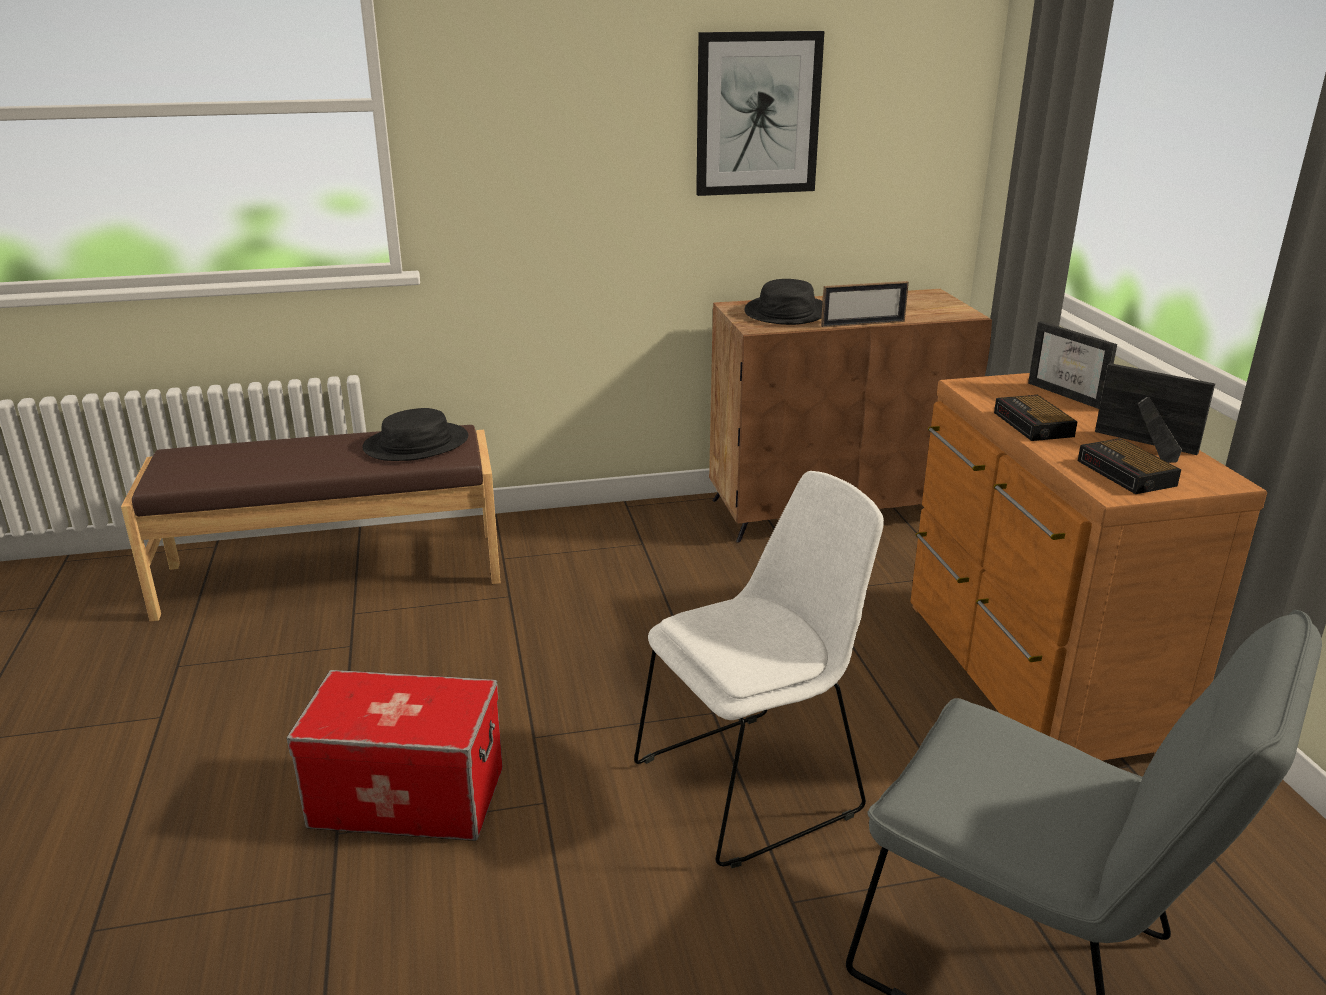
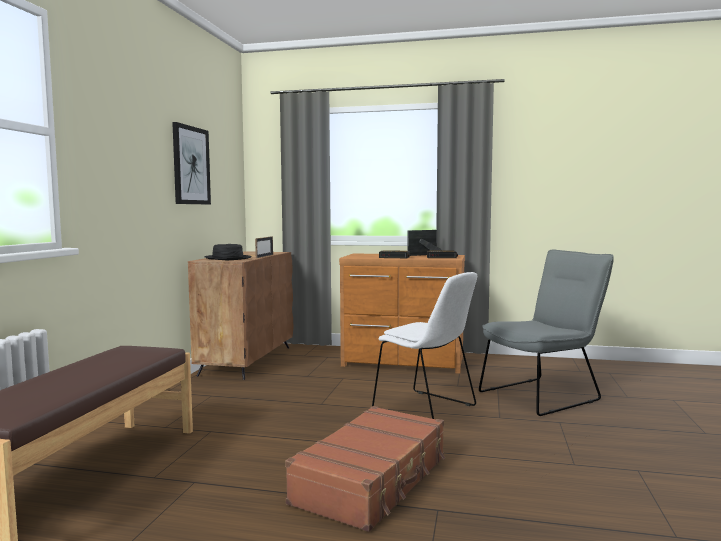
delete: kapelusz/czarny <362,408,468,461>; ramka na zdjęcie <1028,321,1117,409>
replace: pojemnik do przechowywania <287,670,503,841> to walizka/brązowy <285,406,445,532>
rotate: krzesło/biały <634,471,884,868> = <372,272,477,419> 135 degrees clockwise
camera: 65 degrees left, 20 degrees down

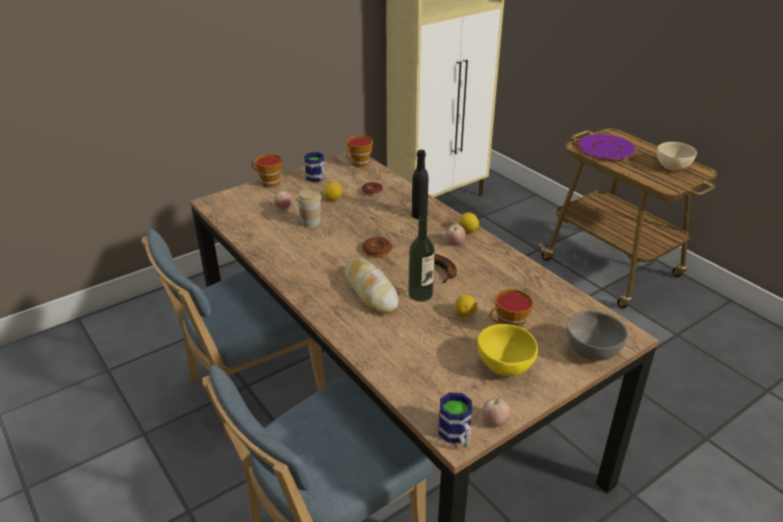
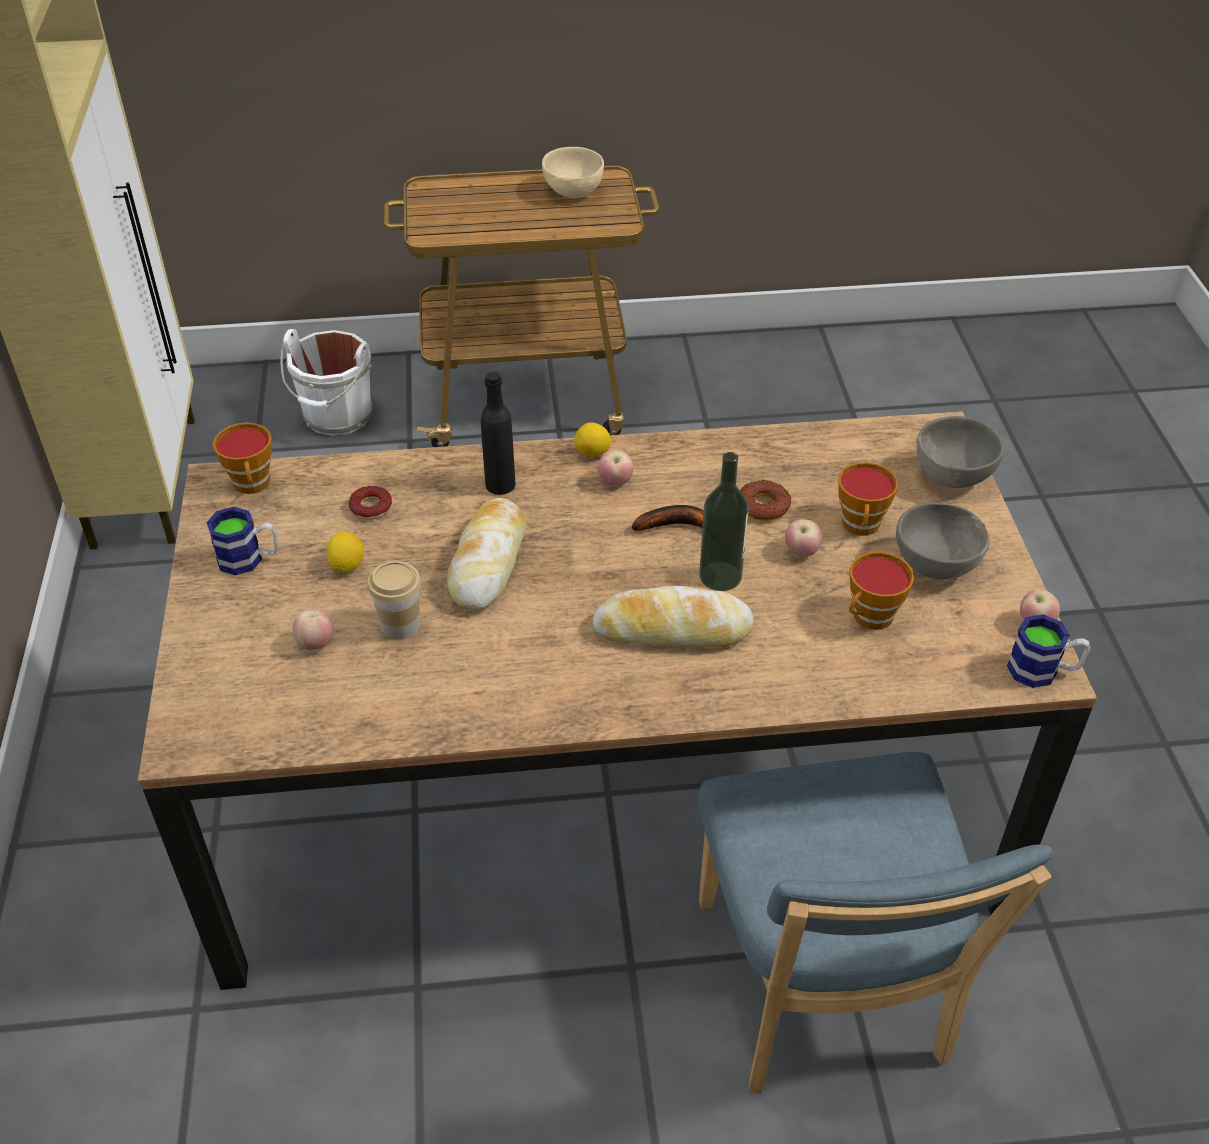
delete: krzesło/niebieski <142,229,326,438>; talerz/fioletowy <578,134,637,160>
insert: wiadro/biały <280,329,372,436>; chleb <447,498,526,610>
move: donut <362,237,392,257> to <740,480,791,521>; filiżanka <252,154,283,188> to <849,551,914,630>
replace: cytryna <454,295,477,317> to jabłko <785,519,822,557>
recolor: miska/żółty <477,324,538,376> to miska/szary <896,502,990,579>
camera: 60 degrees left, 10 degrees up

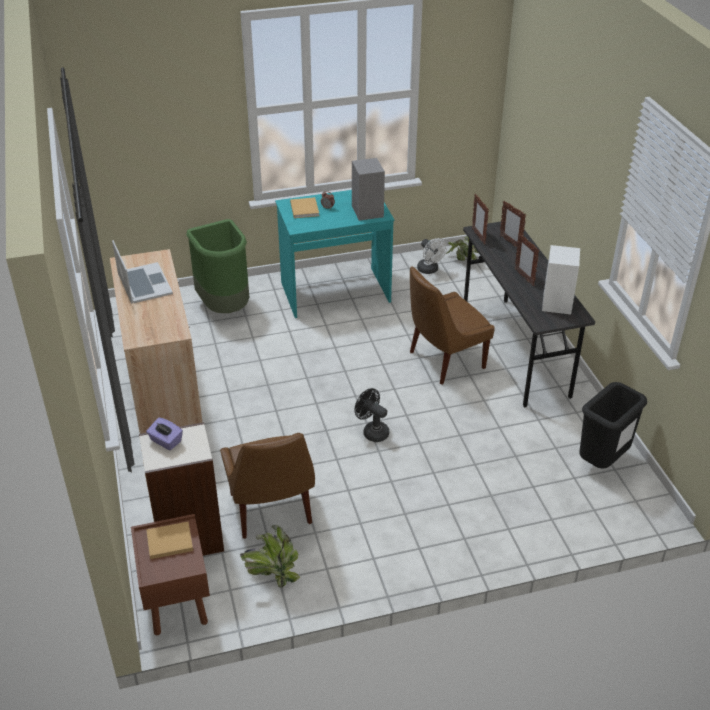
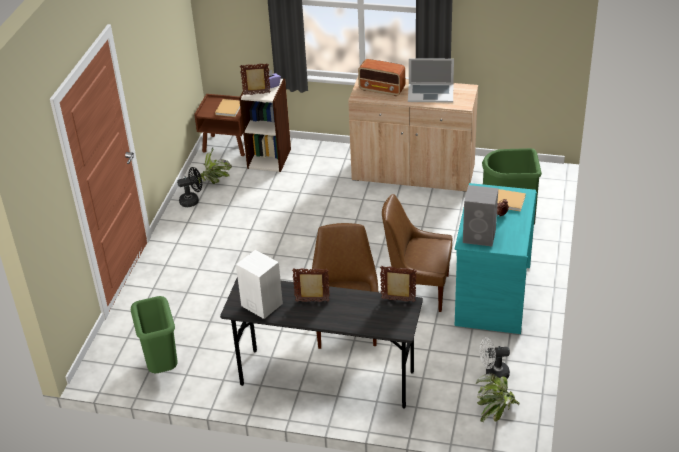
insert: radio <358,59,405,96>
move: wentylator/czarny <354,388,389,442> to <177,167,202,207>; ramka na zdjęcie <500,201,526,247> to <240,63,271,95>; krzesło/brązowy <220,433,315,539> to <382,194,452,312>
recolor: kosz na śmieci/czarny <579,382,647,469> to kosz na śmieci/zielony <131,296,178,373>
camera: 120 degrees right, 0 degrees up

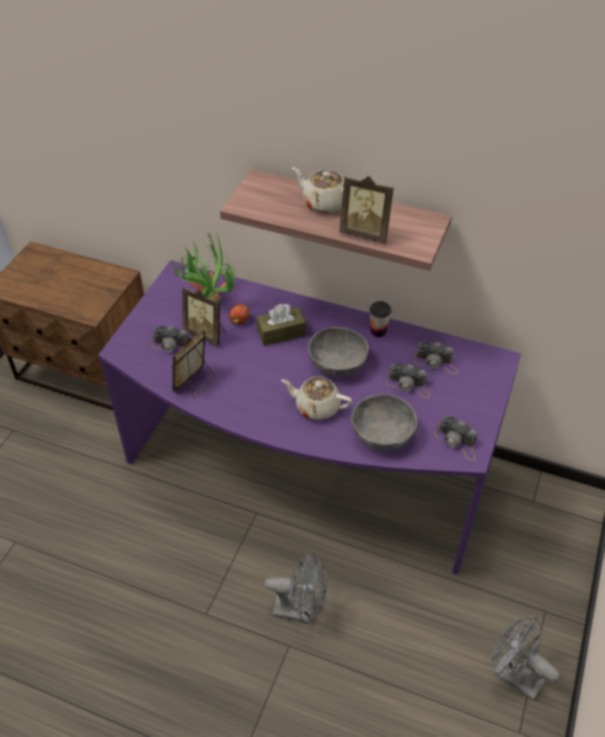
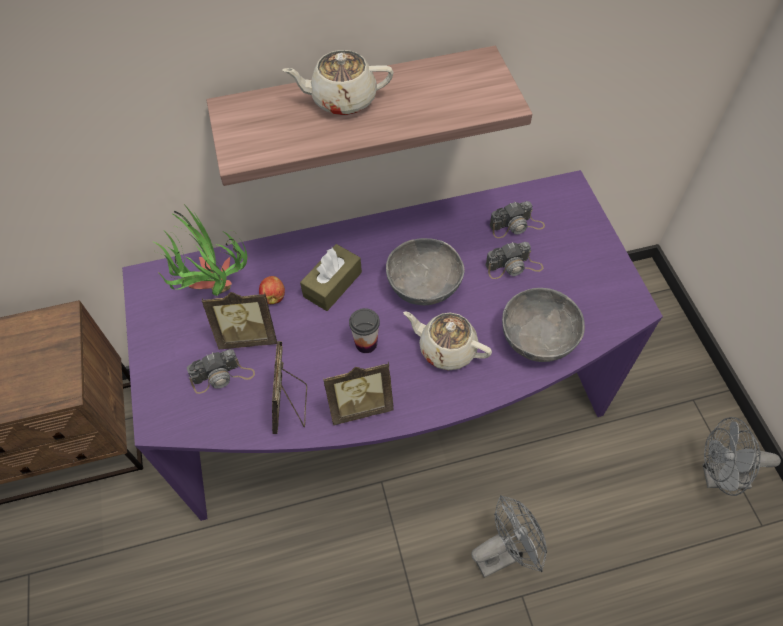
delete: aparat fotograficzny <434,415,478,460>
move: ramka na zdjęcie <339,176,394,243> to <323,362,394,425>; filiżanka <370,301,391,337> to <349,308,380,353>
rotate: imbryk/beżowy <281,376,352,420> = <403,311,492,371> 45 degrees clockwise
camera: 35 degrees left, 10 degrees up

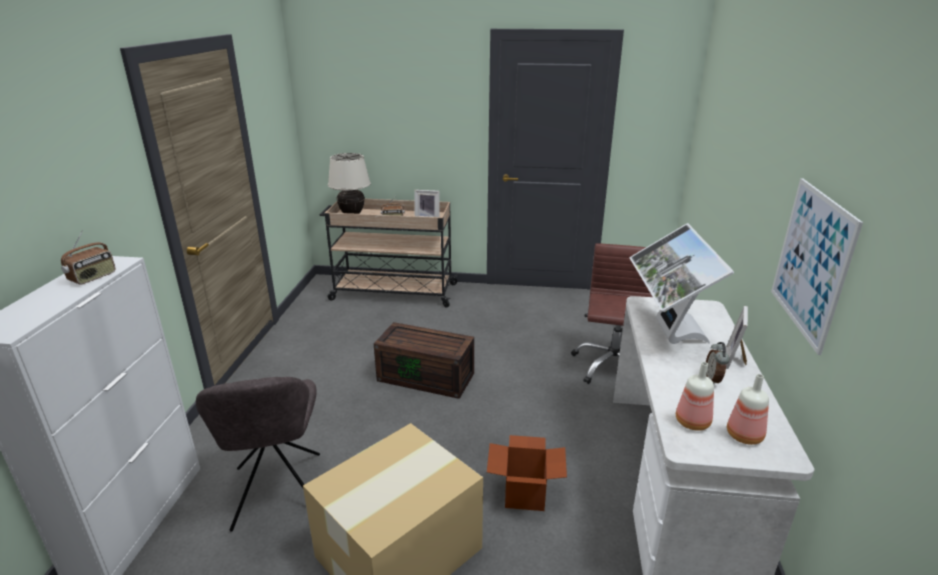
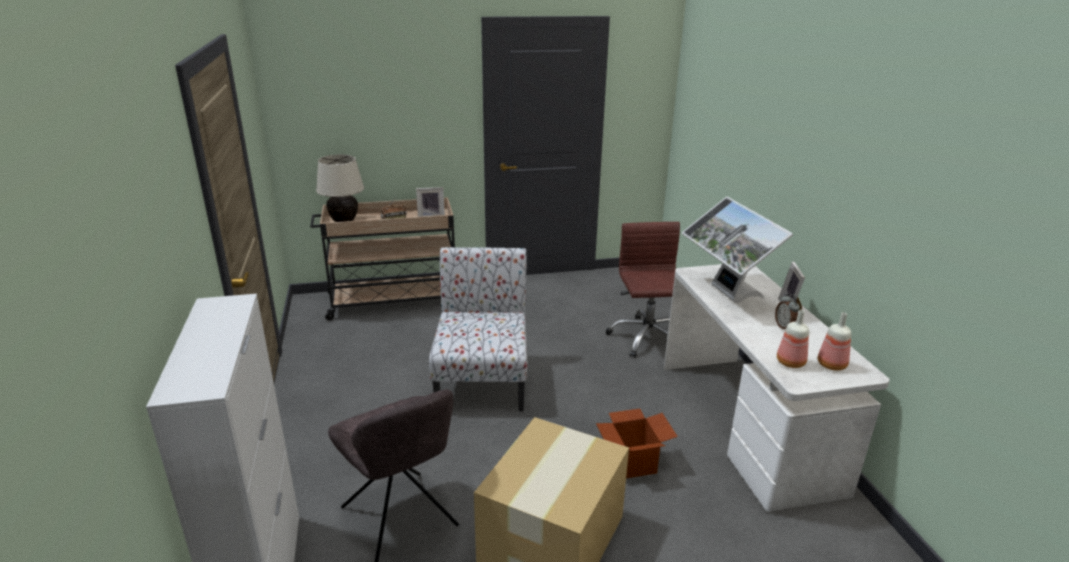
delete: radio <61,230,116,285>; obraz <771,178,863,355>
replace: pojemnik do przechowywania/brązowy <374,322,474,399> to krzesło <429,247,528,412>
camera: 20 degrees left, 0 degrees up

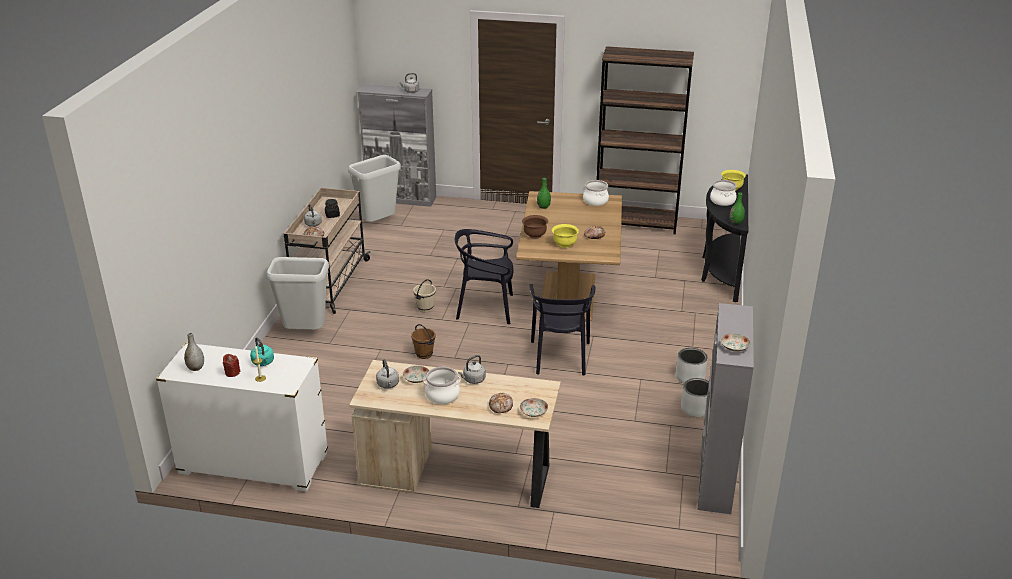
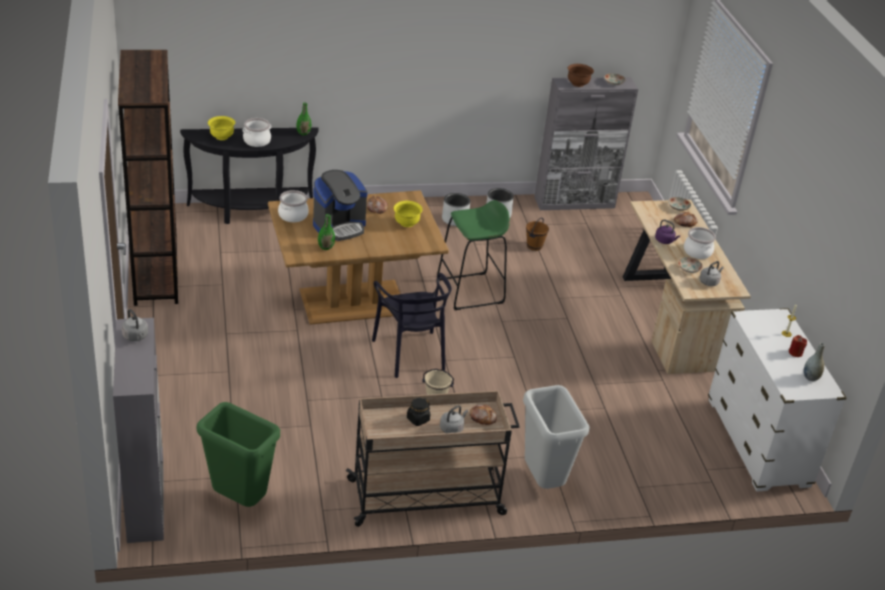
delete: czajnik/turkusowy <250,337,274,366>
insert: ekspres do kawy <313,170,368,241>
move: wiadro/brązowy <411,324,435,359> to <526,217,549,251>; miska/brązowy <522,215,548,238> to <568,64,594,87>
replace: krzesło/czarny <529,284,595,376> to stołek/zielony <437,200,510,310>
recolor: kosz na śmieci/szary <348,155,401,222> to kosz na śmieci/zielony <197,402,280,507>; czajnik/szary <458,355,486,384> to czajnik/fioletowy <655,219,680,244>
camera: 115 degrees left, 5 degrees up

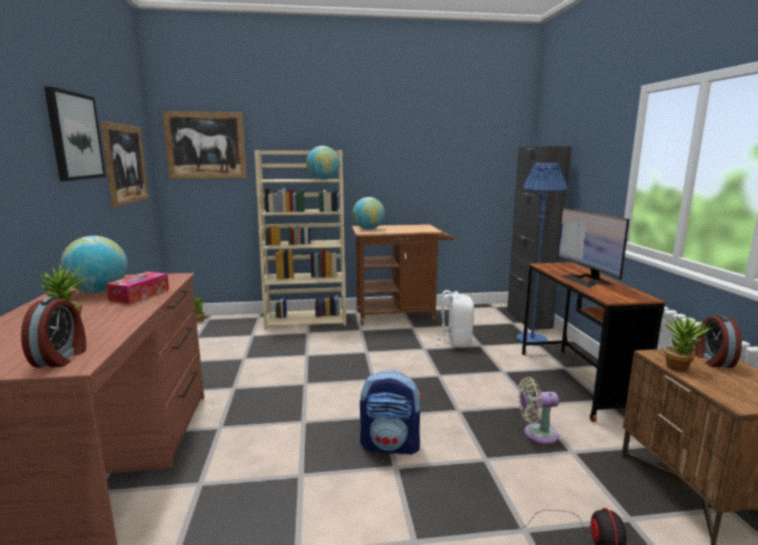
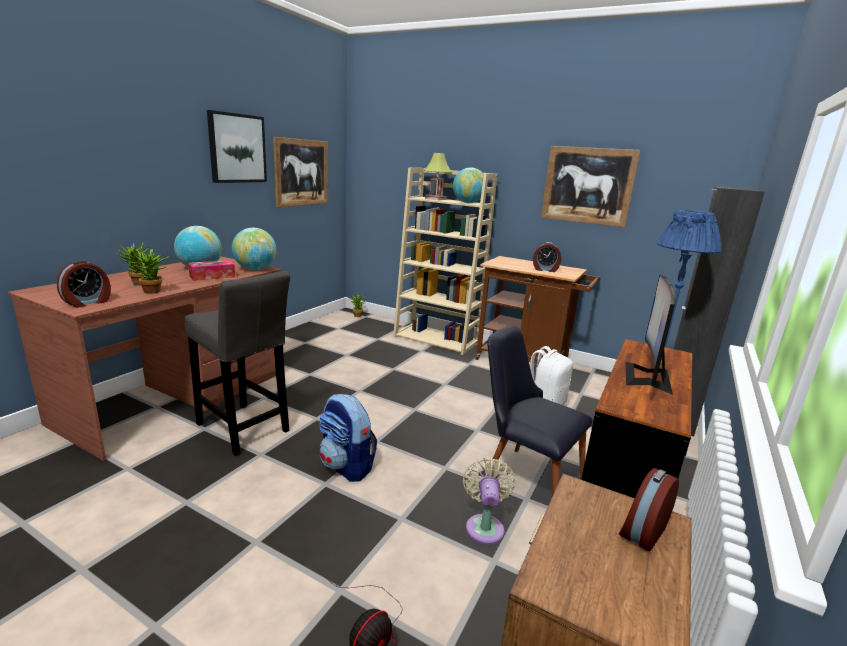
insert: stołek/szary <185,271,290,456>; lampa stołowa <424,153,452,200>; krzesło/czarny <487,325,593,496>; budzik <533,242,561,272>
move: roślina doniczkowa <663,315,711,371> to <132,249,170,294>; globus <353,197,385,229> to <232,228,276,270>; obraz <162,111,247,179> to <541,146,641,227>
rotate: wentylator/beżowy <518,377,559,444> = <463,458,516,545> 60 degrees clockwise
camera: 35 degrees right, 5 degrees up

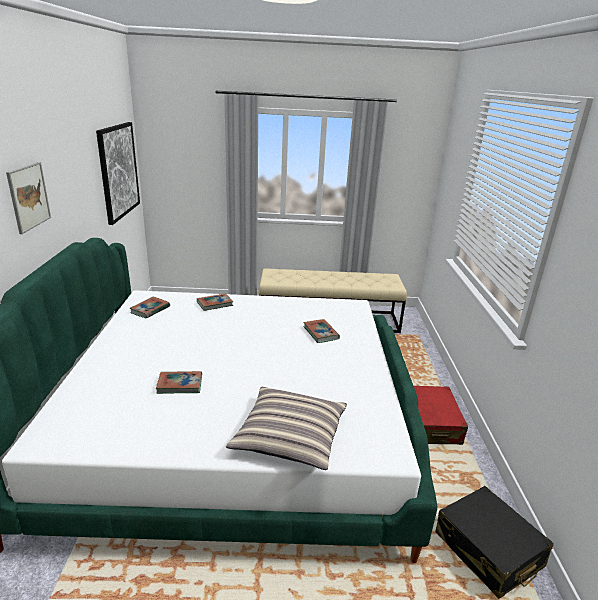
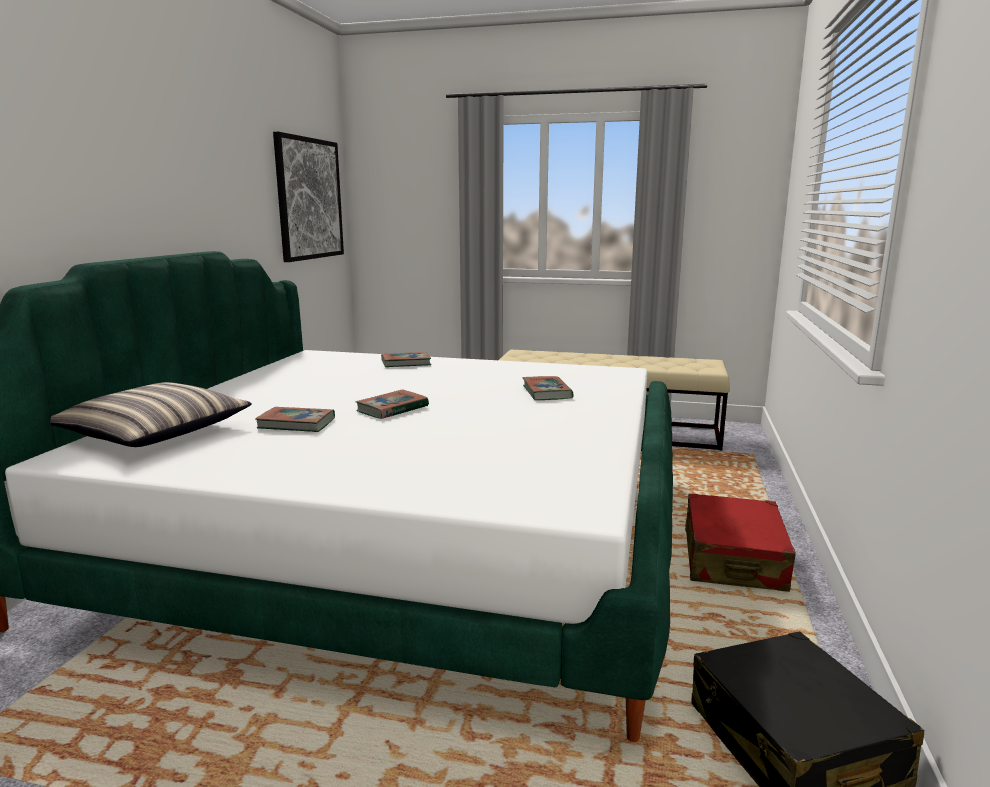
delete: obraz <6,162,51,234>
move: poduszka <226,387,347,470> to <50,382,251,447>; książka <130,297,170,318> to <355,389,429,419>
camera: 15 degrees right, 10 degrees down

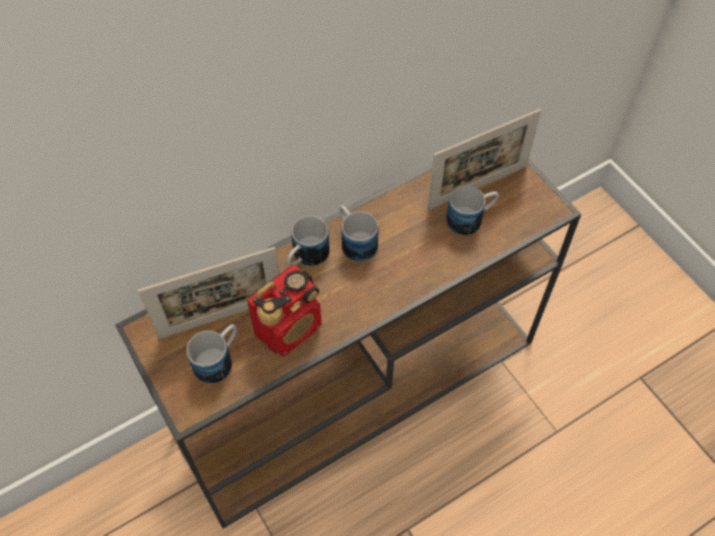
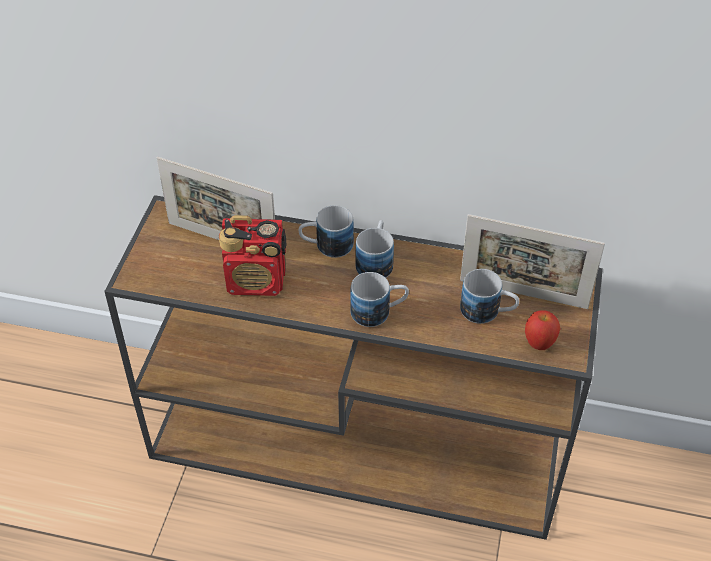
insert: jabłko <525,310,561,350>
move: kubek <187,324,237,383> to <350,272,409,327>
camera: 45 degrees right, 10 degrees down

